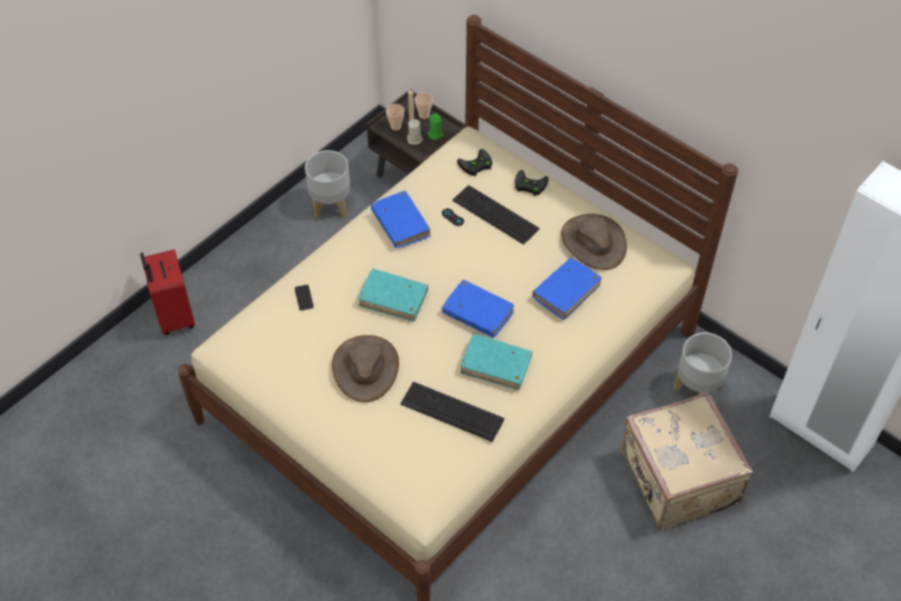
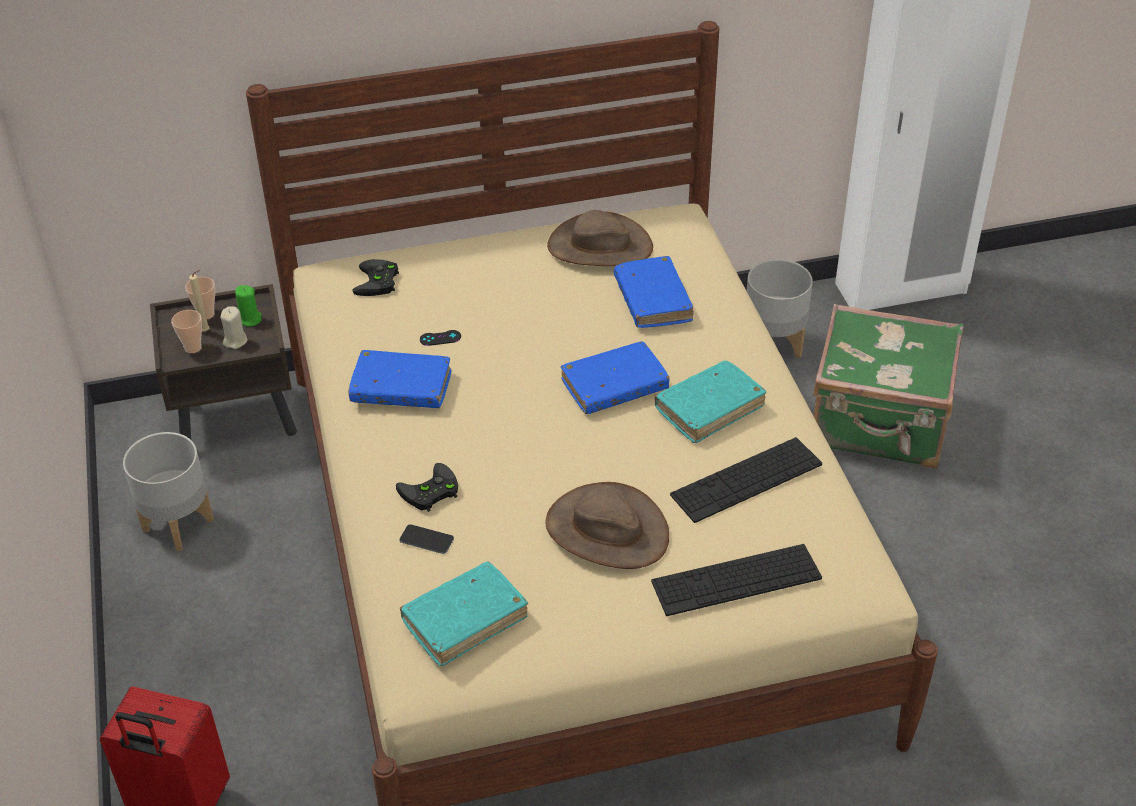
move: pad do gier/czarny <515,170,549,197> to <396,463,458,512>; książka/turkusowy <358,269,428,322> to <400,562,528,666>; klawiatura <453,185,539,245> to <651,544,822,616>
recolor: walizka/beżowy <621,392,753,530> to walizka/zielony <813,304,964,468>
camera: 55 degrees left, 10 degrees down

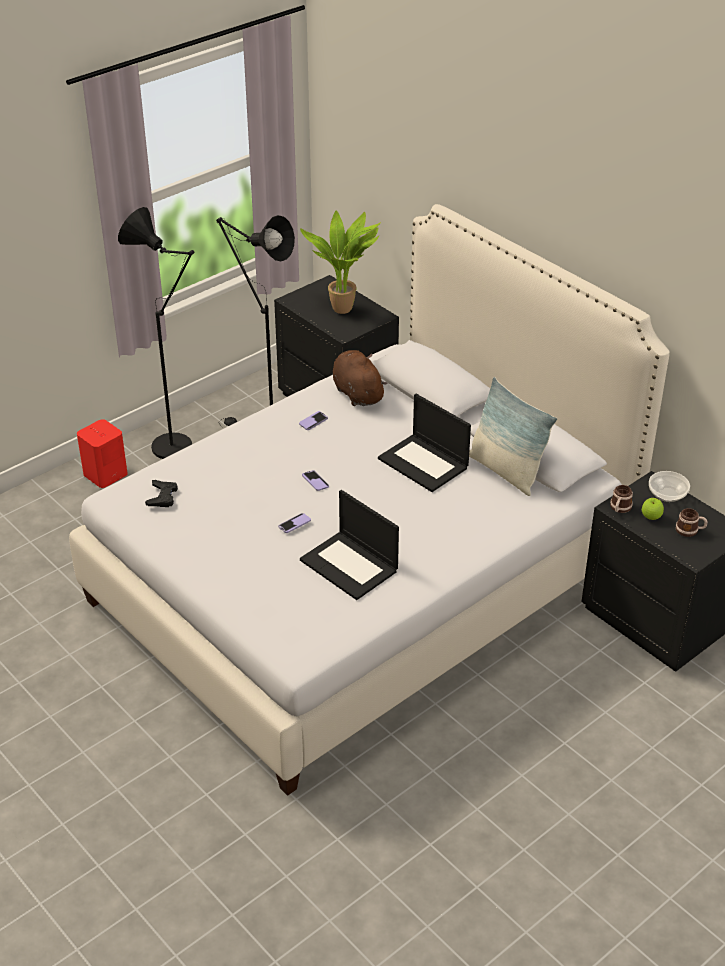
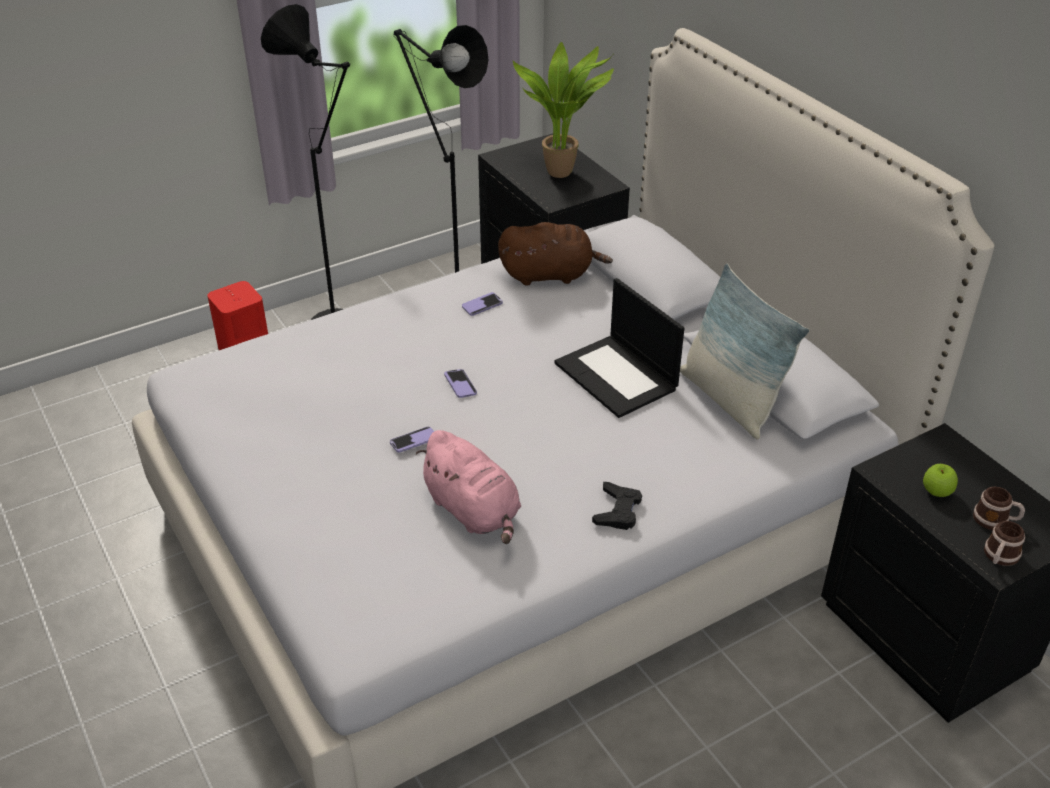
delete: miska <649,471,690,502>
move: pad do gier/czarny <145,480,178,507> to <592,482,642,530>; kubek <610,485,633,513> to <984,521,1025,566>
replace: laptop <300,490,399,600> to pluszak/różowy <416,430,521,544>
rotate: pluszak/brązowy <333,350,387,406> = <498,222,613,286> 105 degrees clockwise
camera: 10 degrees right, 0 degrees up

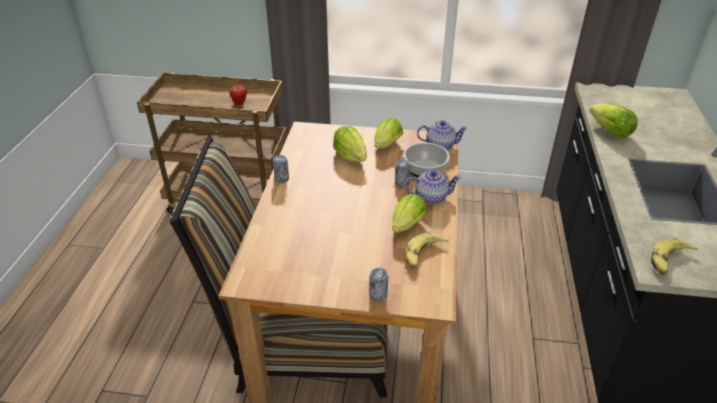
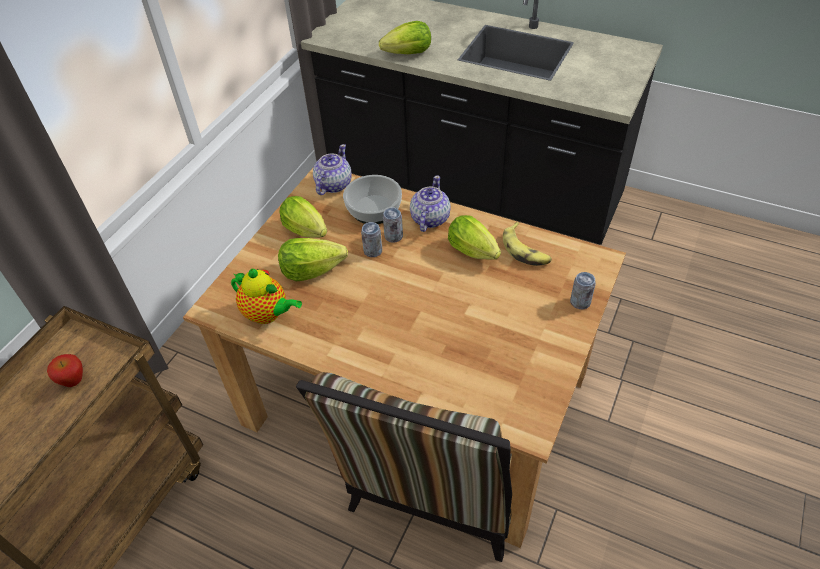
delete: banan <651,238,698,275>
insert: imbryk <231,269,302,324>
move: puszka <273,155,289,183> to <361,222,382,257>
camera: 70 degrees left, 10 degrees up

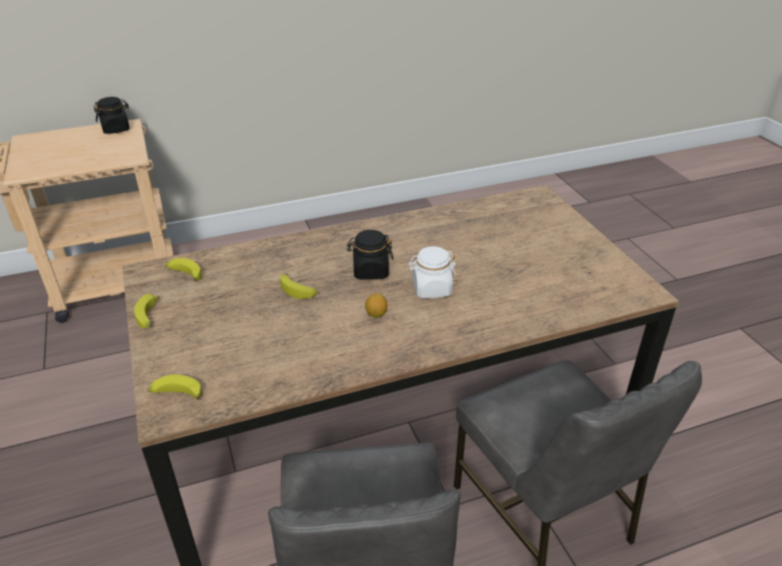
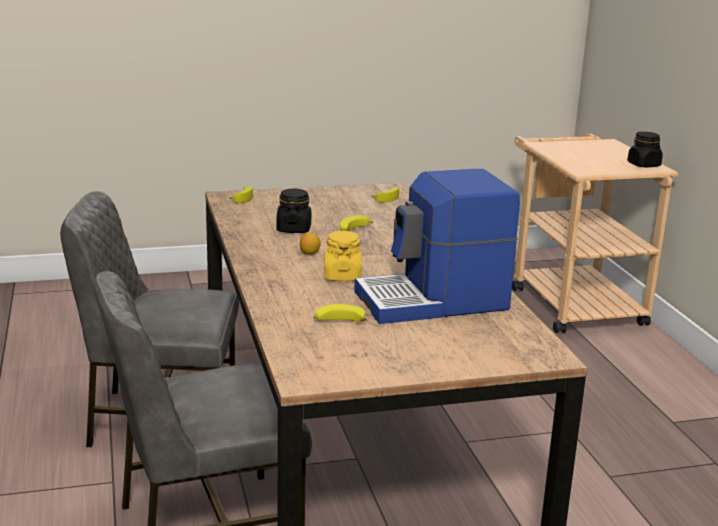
insert: ekspres do kawy <354,169,520,324>
move: słoik/czarny <347,230,393,280> to <277,189,311,233>; banan <134,294,160,328> to <313,304,366,321>
recolor: słoik/biały <408,246,456,298> to słoik/żółty <324,231,362,281>
camera: 95 degrees right, 15 degrees down

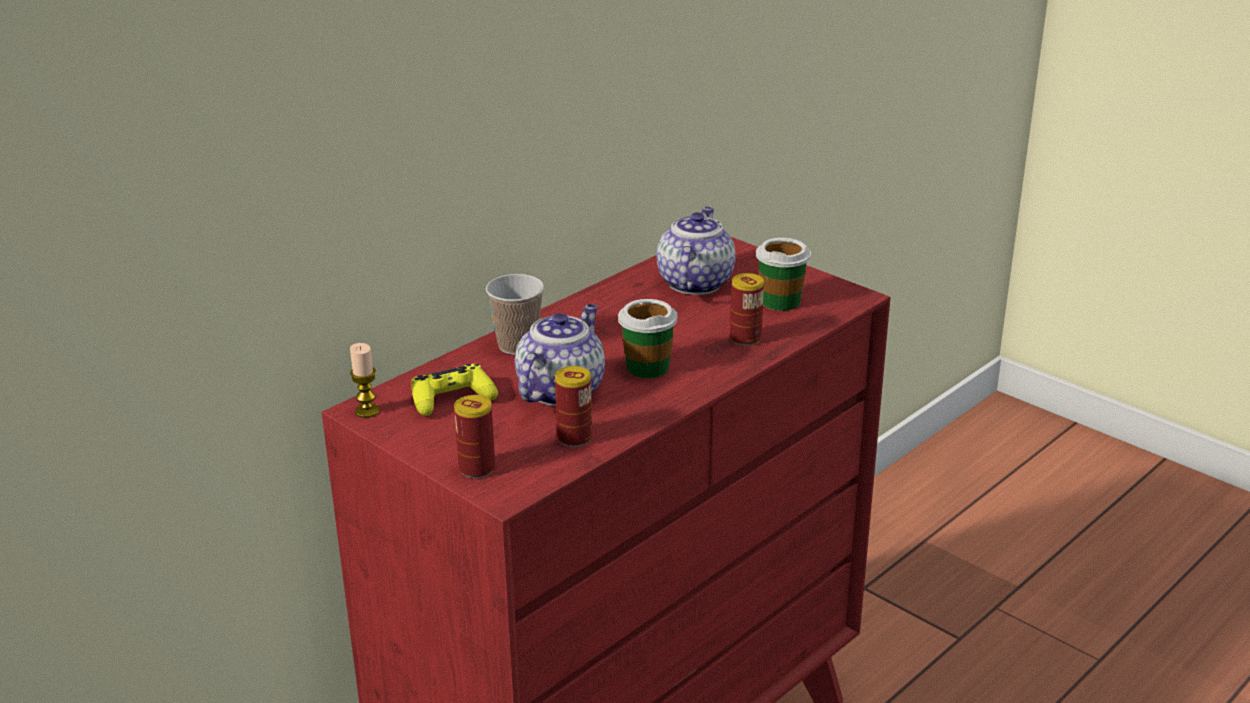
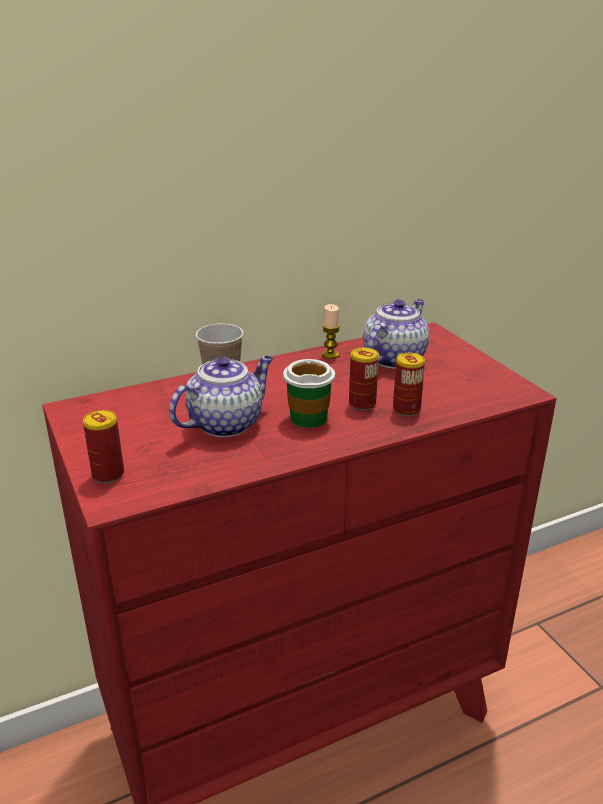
delete: pad do gier/żółty <411,364,498,416>; filiżanka <756,238,811,311>
move: świeca <350,343,380,418> to <322,304,340,359>; puszka <555,366,592,447> to <349,347,379,411>
camera: 20 degrees right, 0 degrees up

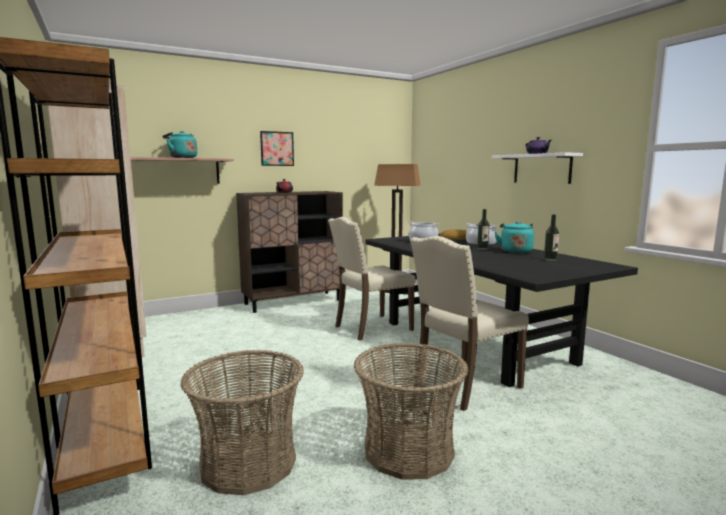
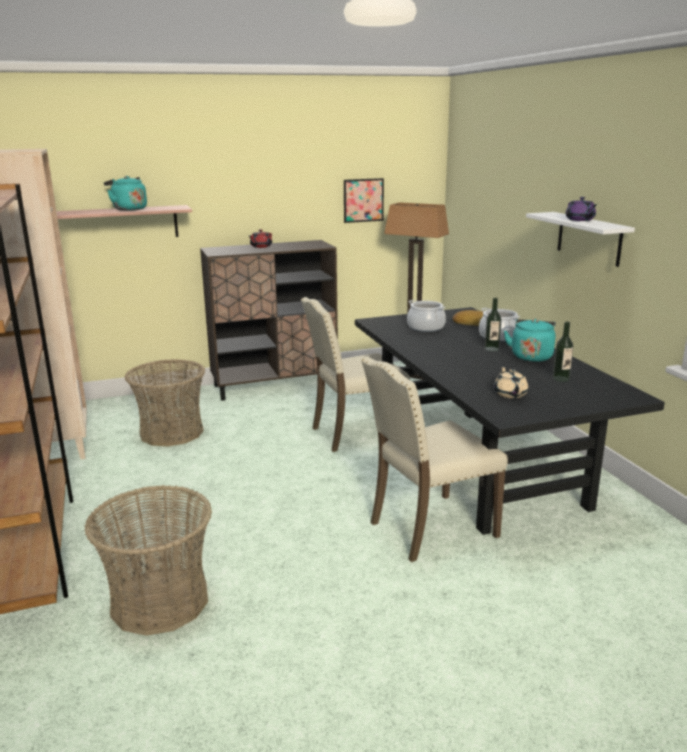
insert: imbryk/beżowy <494,366,528,398>
move: koszyk <354,343,469,480> to <125,359,205,446>; obraz <260,131,294,166> to <344,178,384,223>
camera: 10 degrees right, 10 degrees up

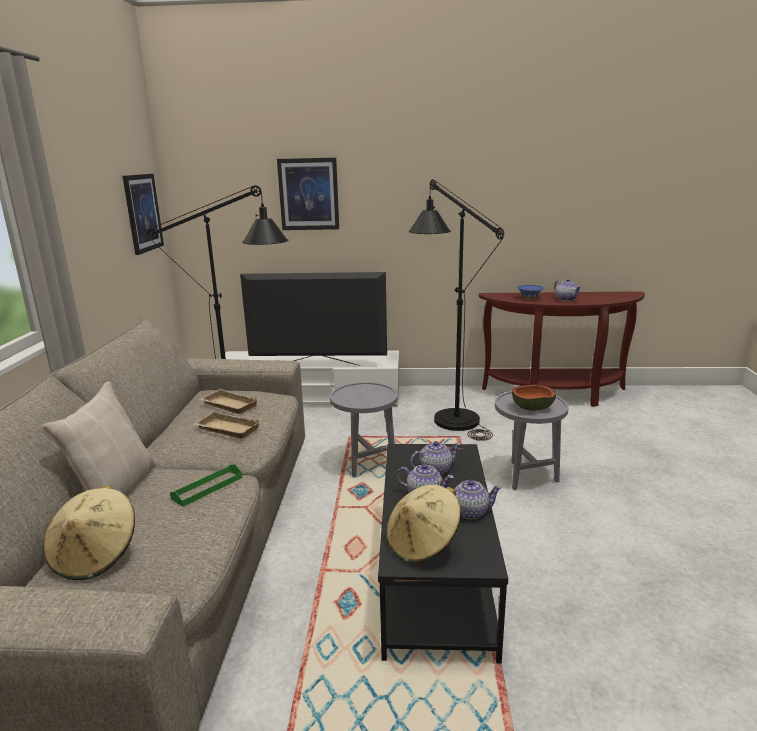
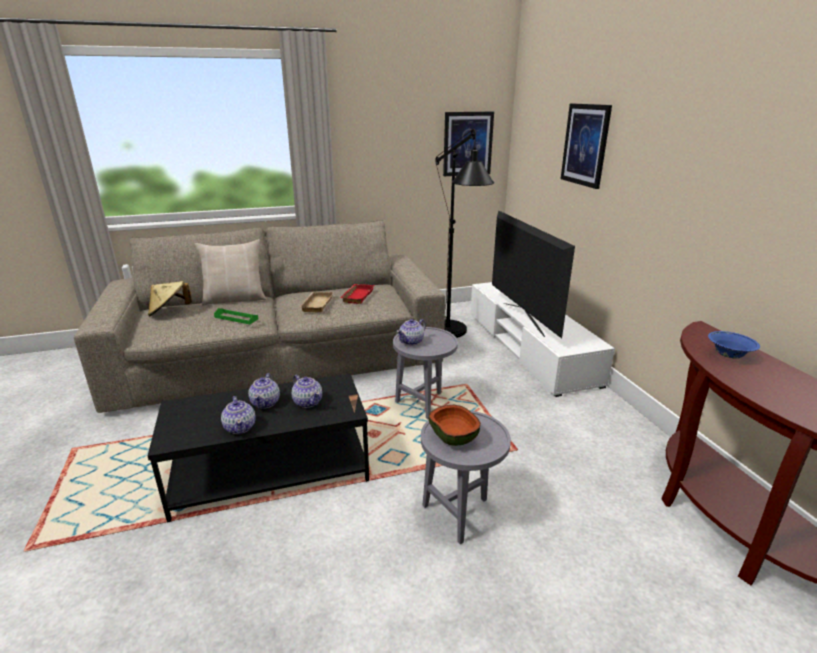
delete: kapelusz/beżowy <386,484,461,564>; lampa stojąca/czarny <408,179,504,441>
move: imbryk <554,279,581,301> to <396,319,426,345>
recolor: taca/beżowy <200,389,259,414> to taca/czerwony <340,284,374,304>
camera: 70 degrees right, 5 degrees up

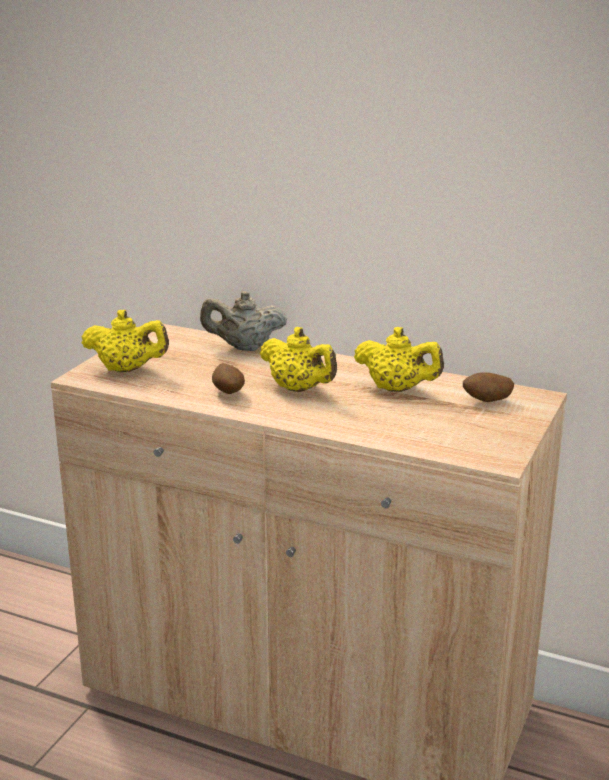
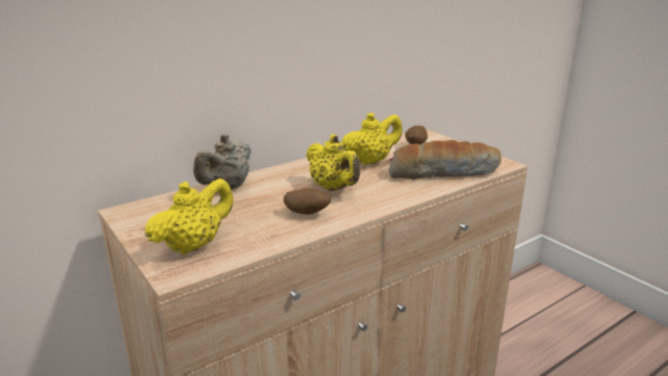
insert: chleb <389,140,501,179>
rotate: imbryk/żółty <260,327,337,392> = <306,134,360,191> 75 degrees clockwise
camera: 60 degrees left, 0 degrees up

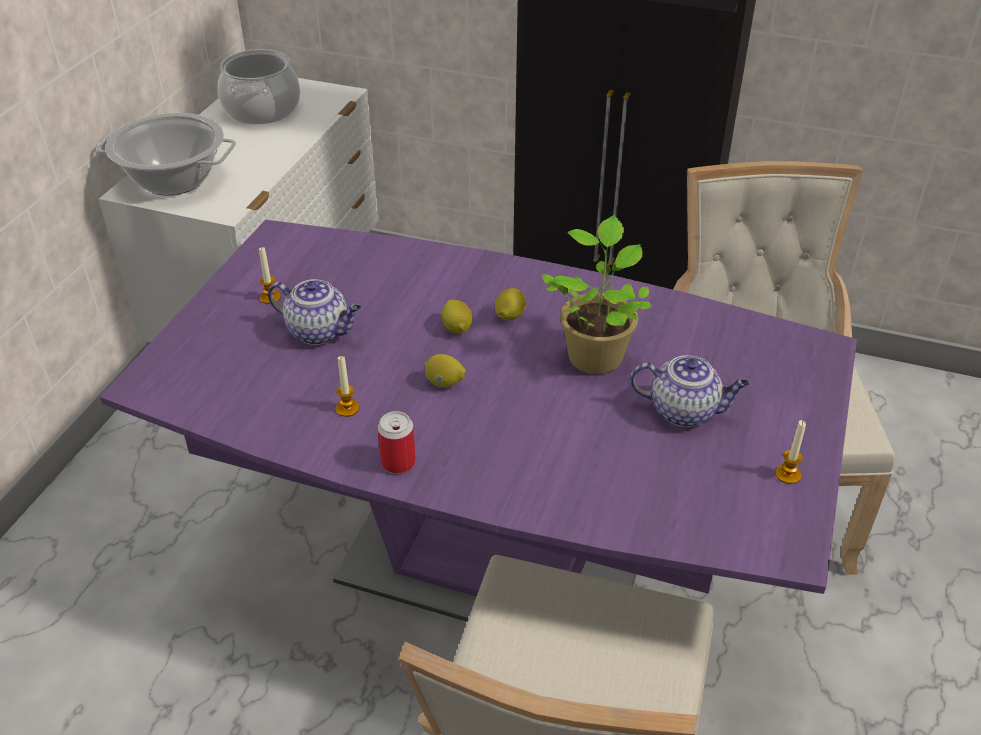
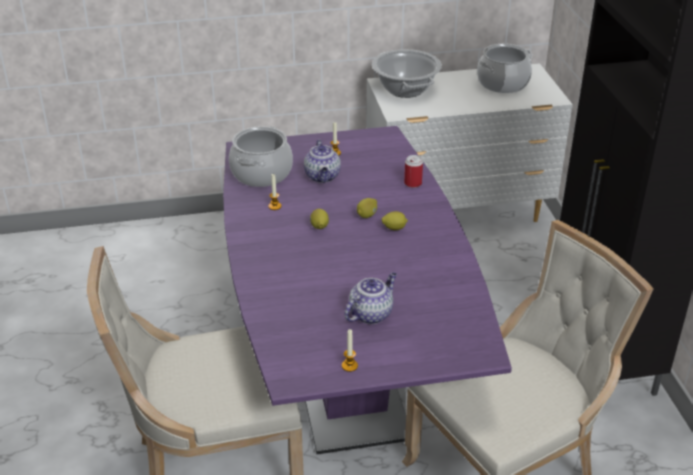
delete: roślina doniczkowa <542,215,652,374>
insert: garnek <229,126,293,187>
move: puszka <377,411,416,474> to <404,155,423,188>
rotate: imbryk <630,355,749,427> = <344,272,397,324> 120 degrees counterclockwise
camera: 60 degrees right, 5 degrees down

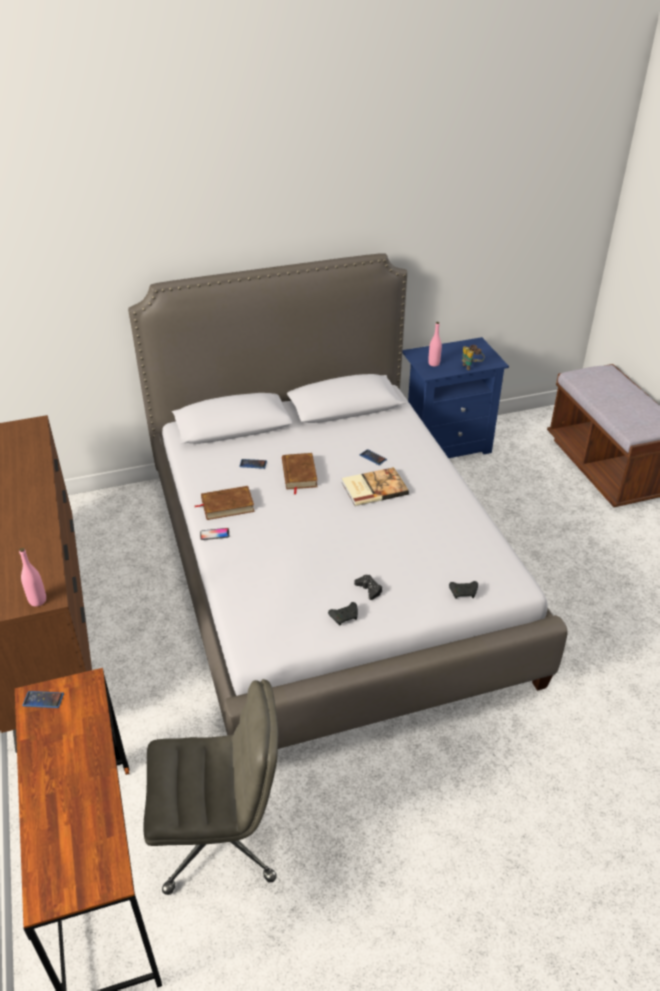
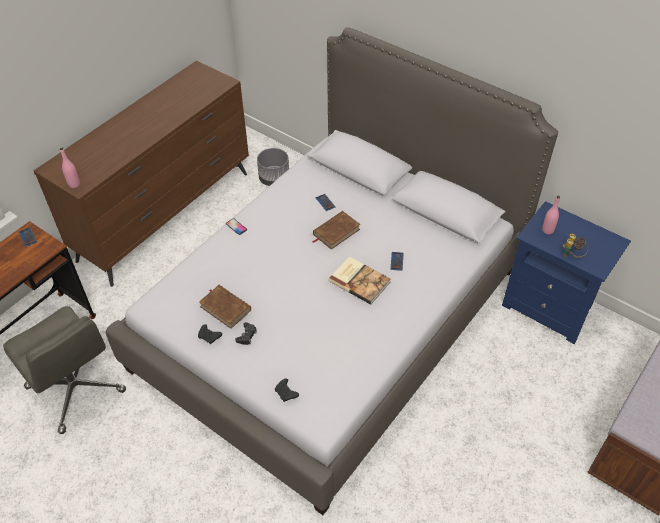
insert: donica/szary <257,148,289,186>
move: książka/brązowy <195,486,255,520> to <199,285,251,329>
camera: 55 degrees right, 10 degrees up

